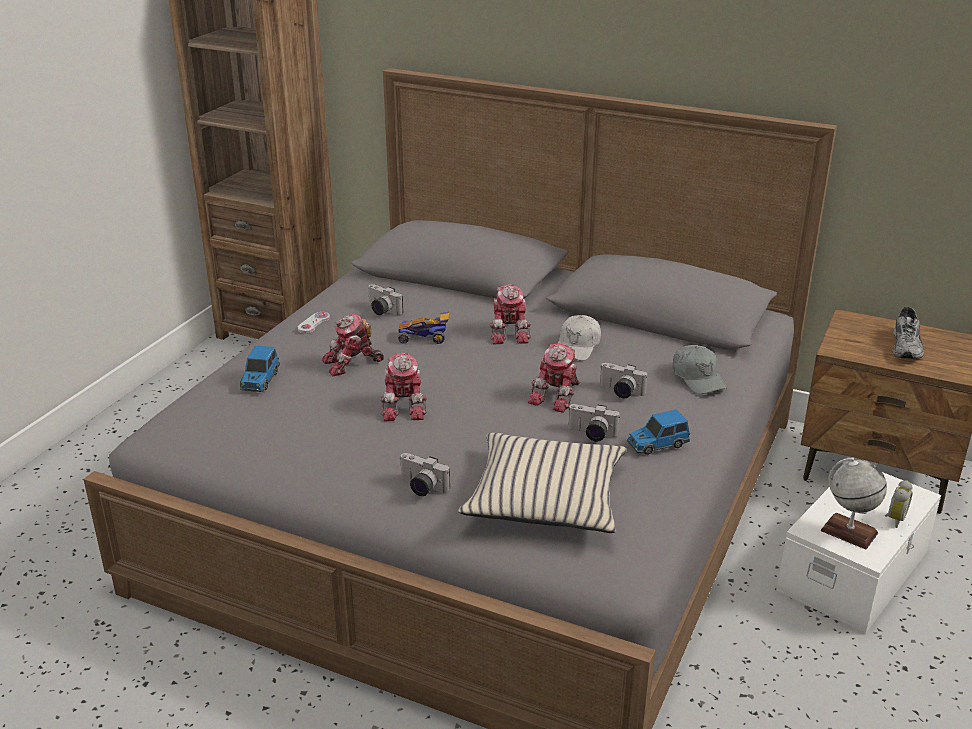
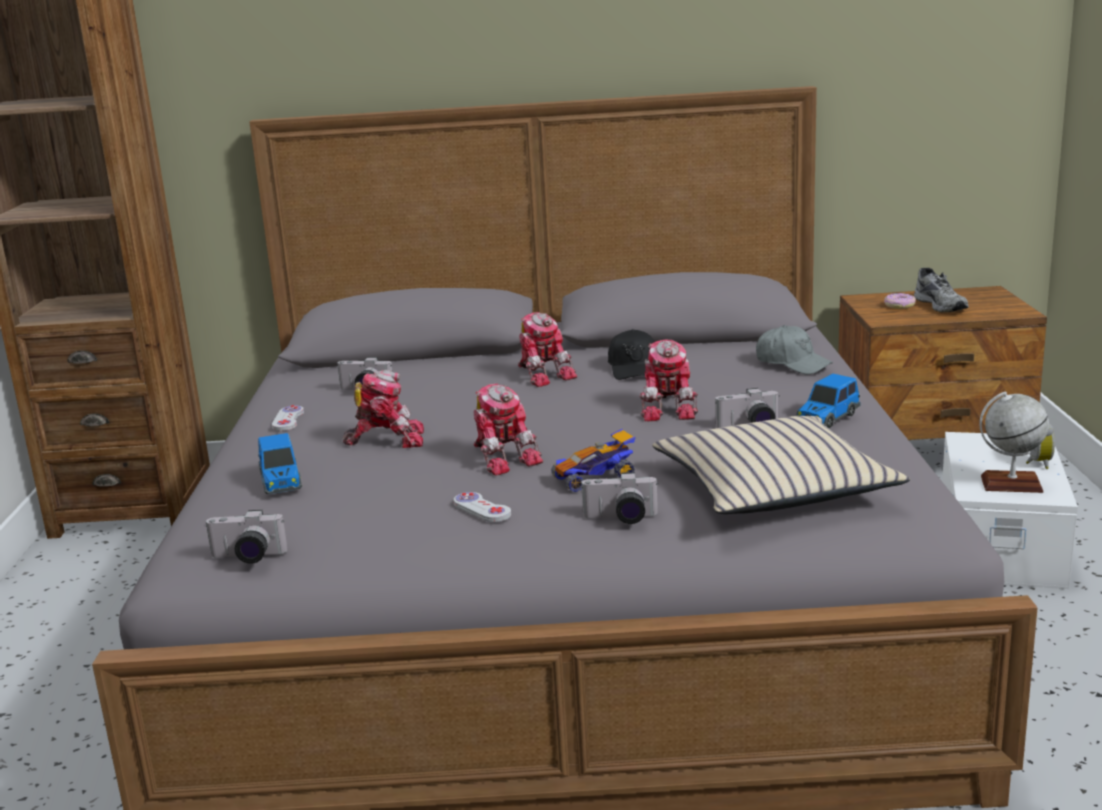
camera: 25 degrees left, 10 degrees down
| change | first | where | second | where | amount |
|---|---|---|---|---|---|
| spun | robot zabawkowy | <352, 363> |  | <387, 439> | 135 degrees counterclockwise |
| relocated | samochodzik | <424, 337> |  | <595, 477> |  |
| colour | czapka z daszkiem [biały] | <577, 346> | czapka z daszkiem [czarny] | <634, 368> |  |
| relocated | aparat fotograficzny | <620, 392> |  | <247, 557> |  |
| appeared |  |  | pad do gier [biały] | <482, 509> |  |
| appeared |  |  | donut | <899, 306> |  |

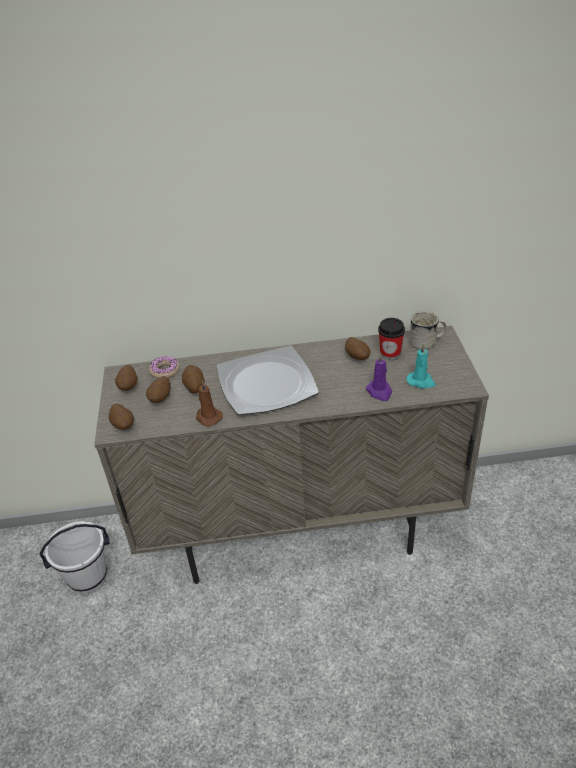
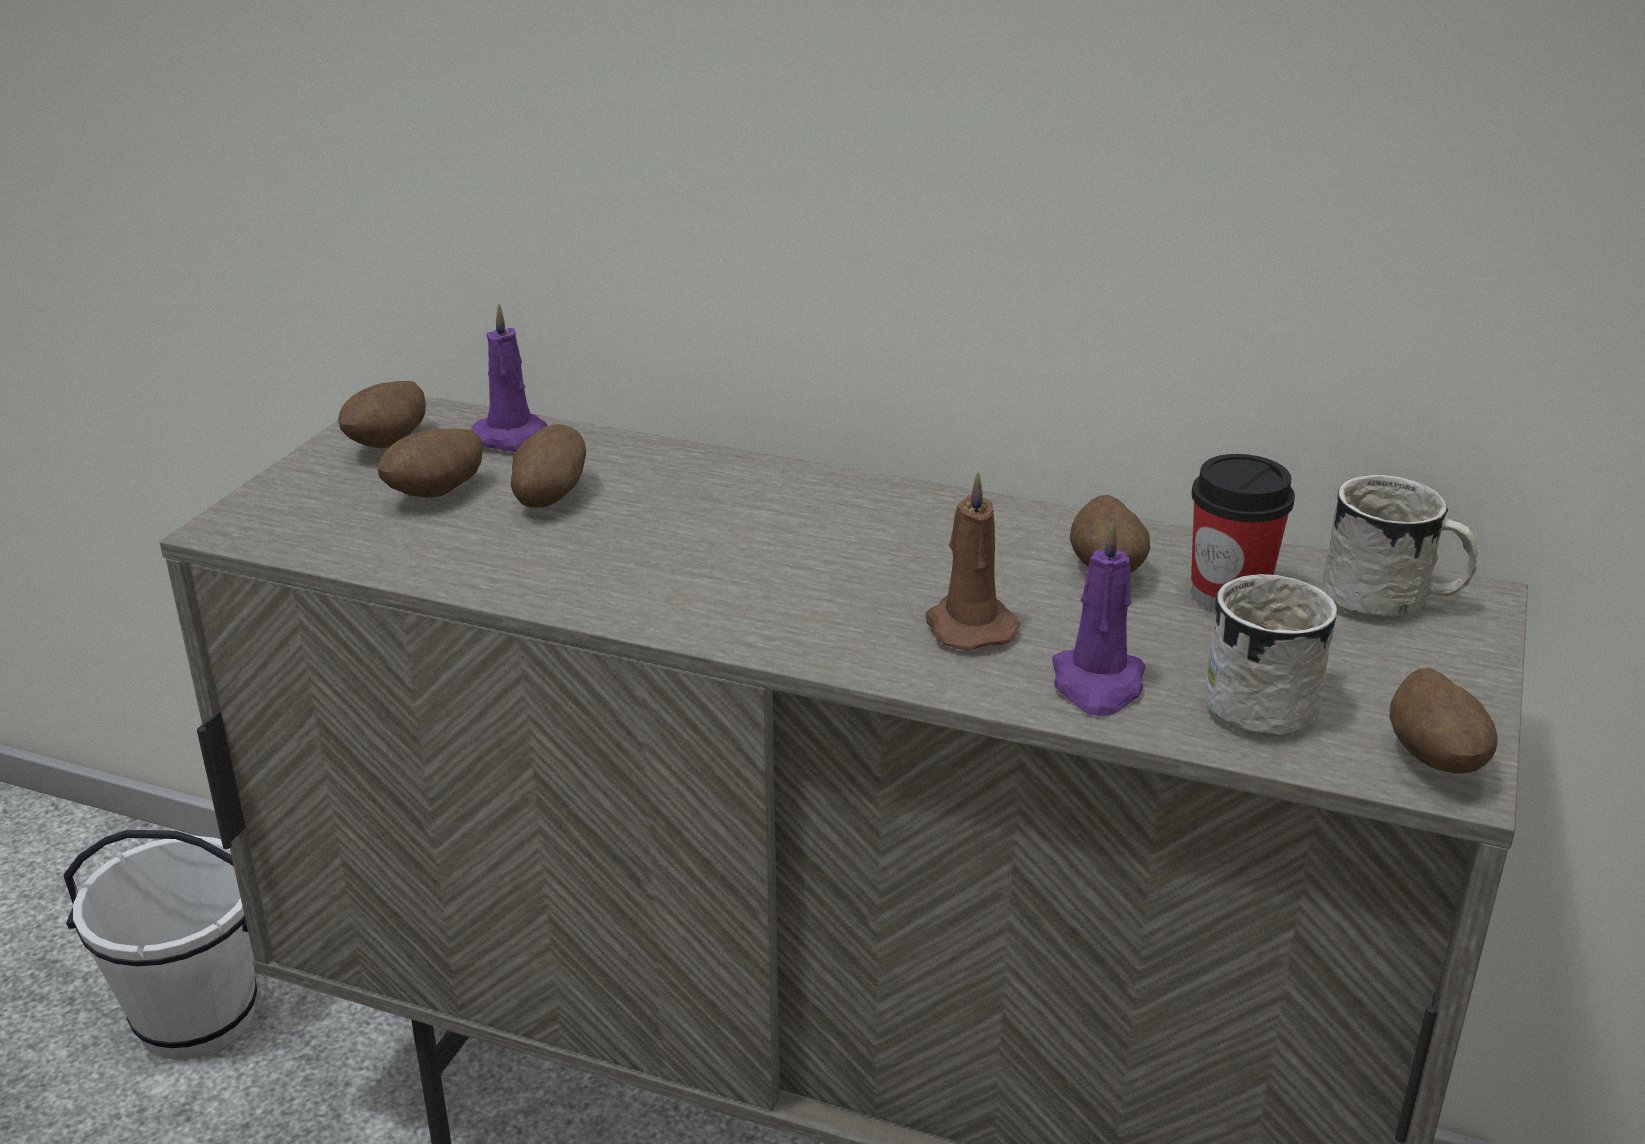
camera: 25 degrees right, 10 degrees down
| change | first | where | second | where | amount |
|---|---|---|---|---|---|
| relocated | ziemniak | <123, 425> |  | <1434, 762> |  |
| exchanged | donut | <165, 371> | świeca [fioletowy] | <515, 439> |  |
| relocated | świeca [brązowy] | <208, 417> |  | <968, 626> |  |
| missing | talerz | <265, 384> |  |  |  |
| exchanged | świeca [turkusowy] | <421, 381> | kubek [biały] | <1275, 703> |  |

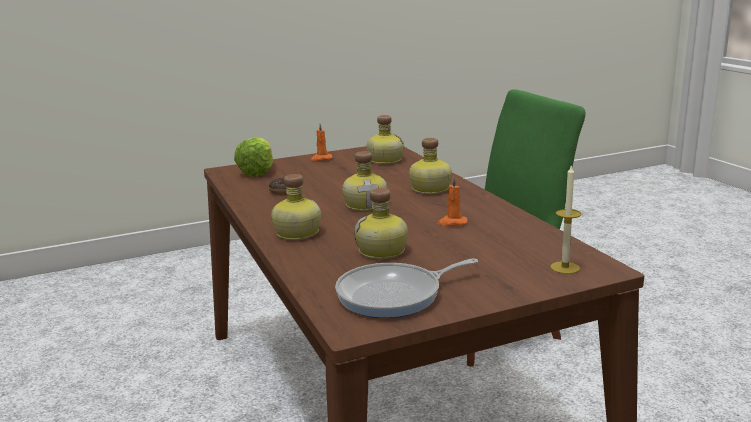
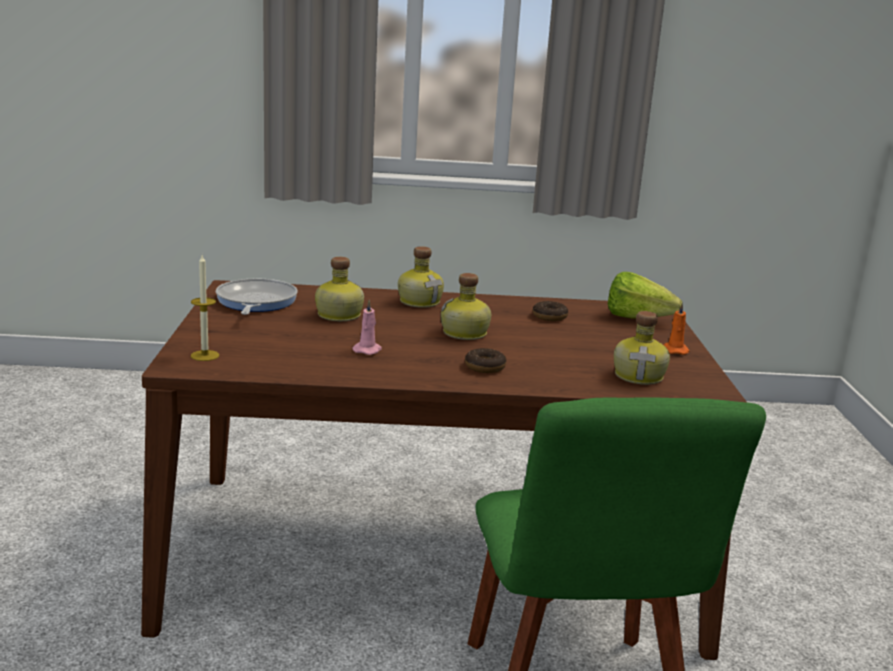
camera: 110 degrees right, 0 degrees up
| change | first | where | second | where | amount |
|---|---|---|---|---|---|
| exchanged | butelka | <429, 189> | donut | <485, 367> |  |
| colour | świeca [pomarańczowy] | <452, 222> | świeca [różowy] | <368, 350> |  |

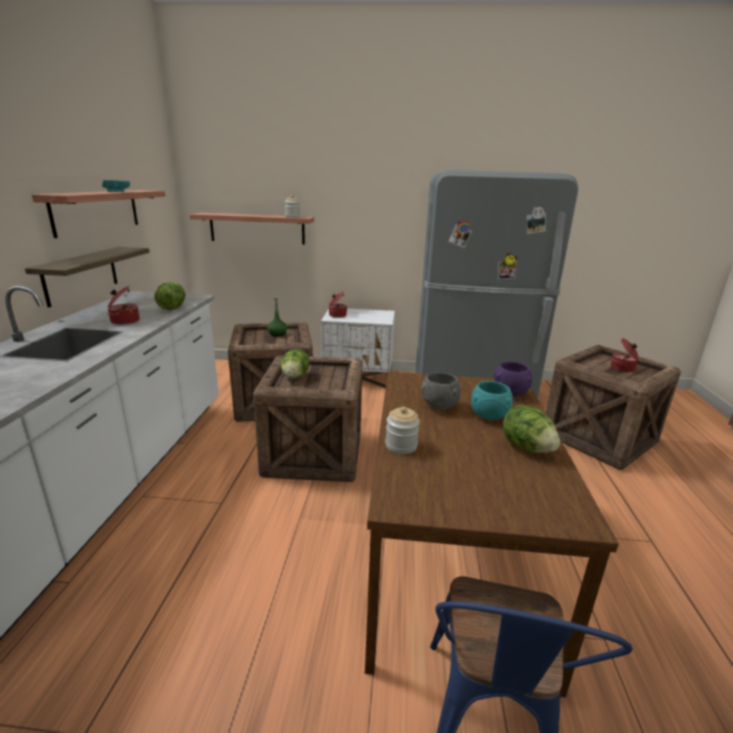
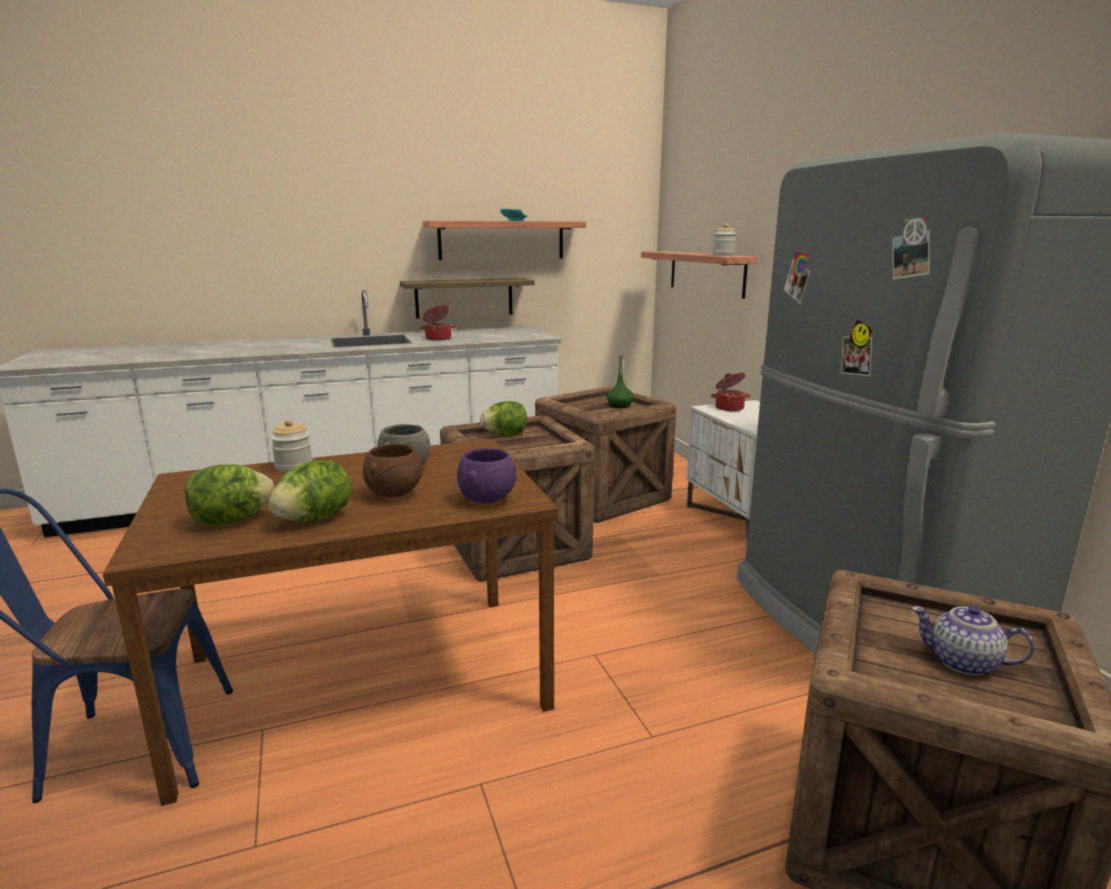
camera: 65 degrees right, 5 degrees down
| change | first | where | second | where | amount |
|---|---|---|---|---|---|
| relocated | sałata | <172, 308> |  | <231, 521> |  |
| colour | miska [turkusowy] | <489, 416> | miska [brązowy] | <395, 494> |  |
| exchanged | garnek | <623, 368> | imbryk | <964, 663> |  |

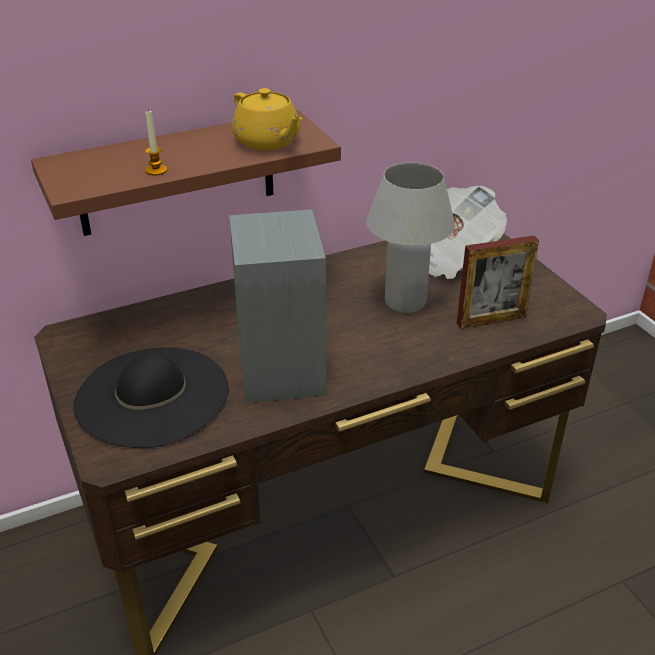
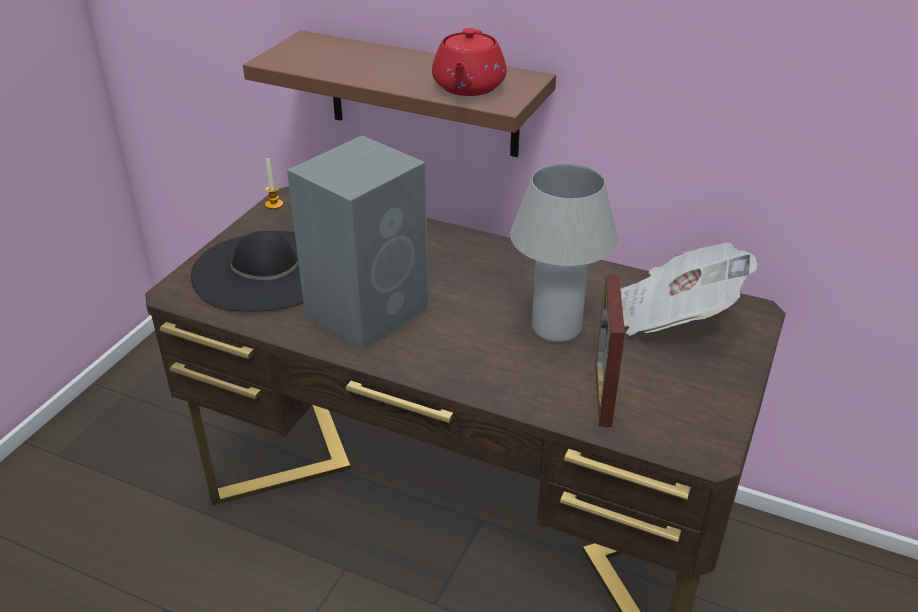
camera: 50 degrees right, 0 degrees up
| change | first | where | second | where | amount |
|---|---|---|---|---|---|
| relocated | świeca | <156, 170> |  | <274, 204> |  |
| colour | imbryk [żółty] | <268, 142> | imbryk [czerwony] | <468, 87> |  |
| spun | ramka na zdjęcie | <491, 320> |  | <603, 395> | 60 degrees clockwise |

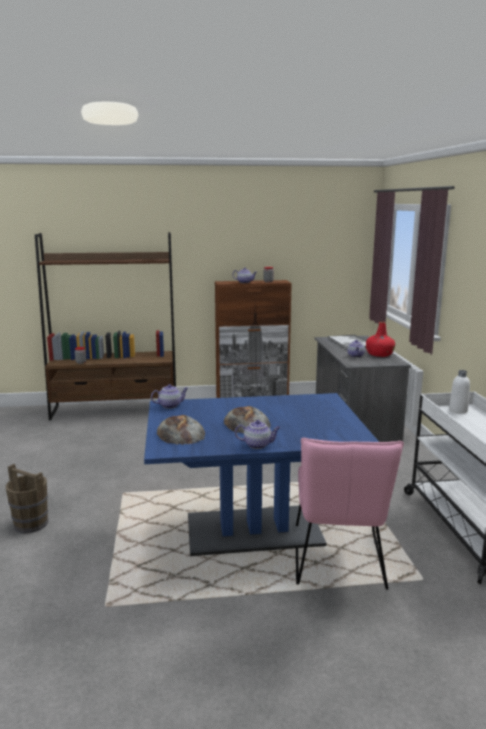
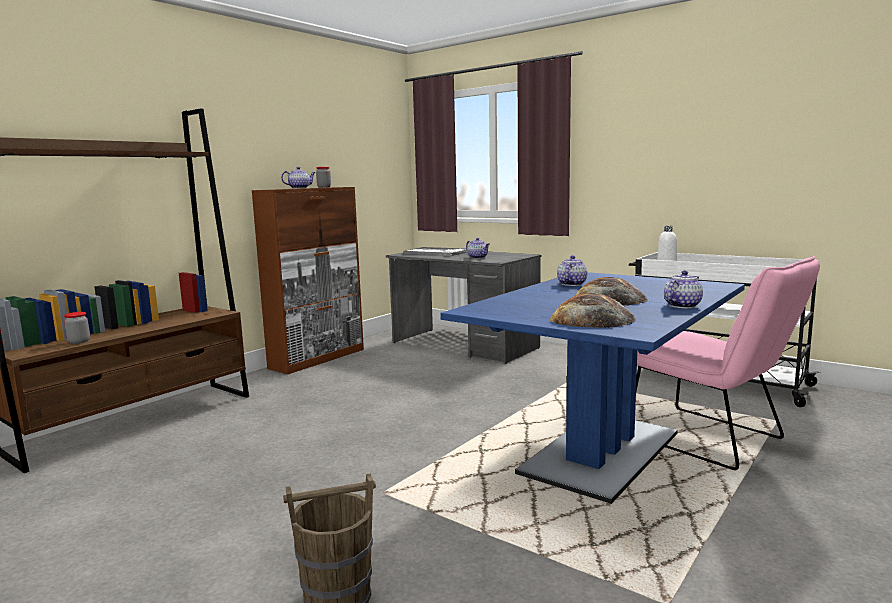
camera: 45 degrees left, 5 degrees down
| change | first | where | second | where | amount |
|---|---|---|---|---|---|
| relocated | imbryk | <170, 405> |  | <571, 284> |  |
| missing | butelka [czerwony] | <379, 354> |  |  |  |

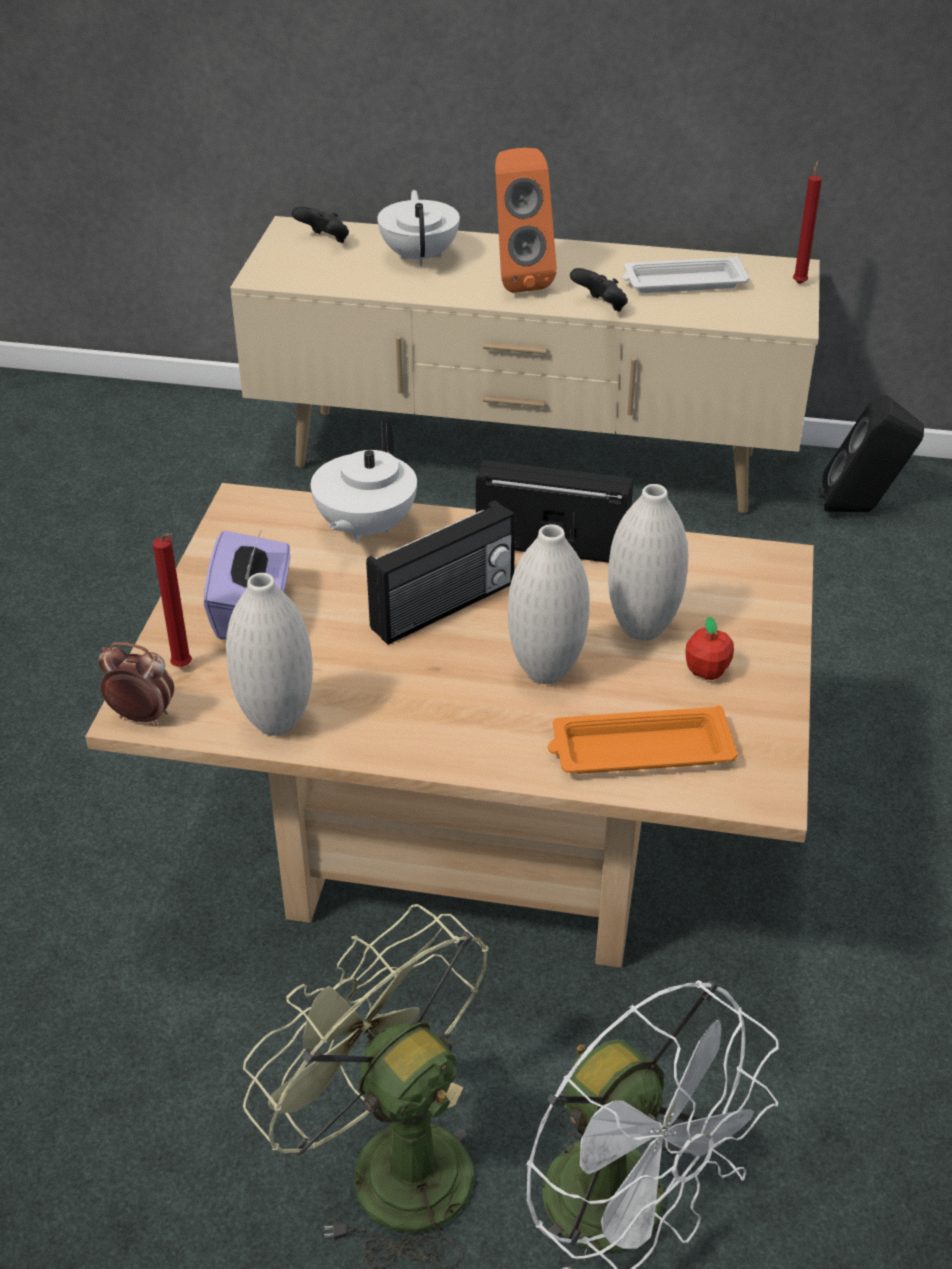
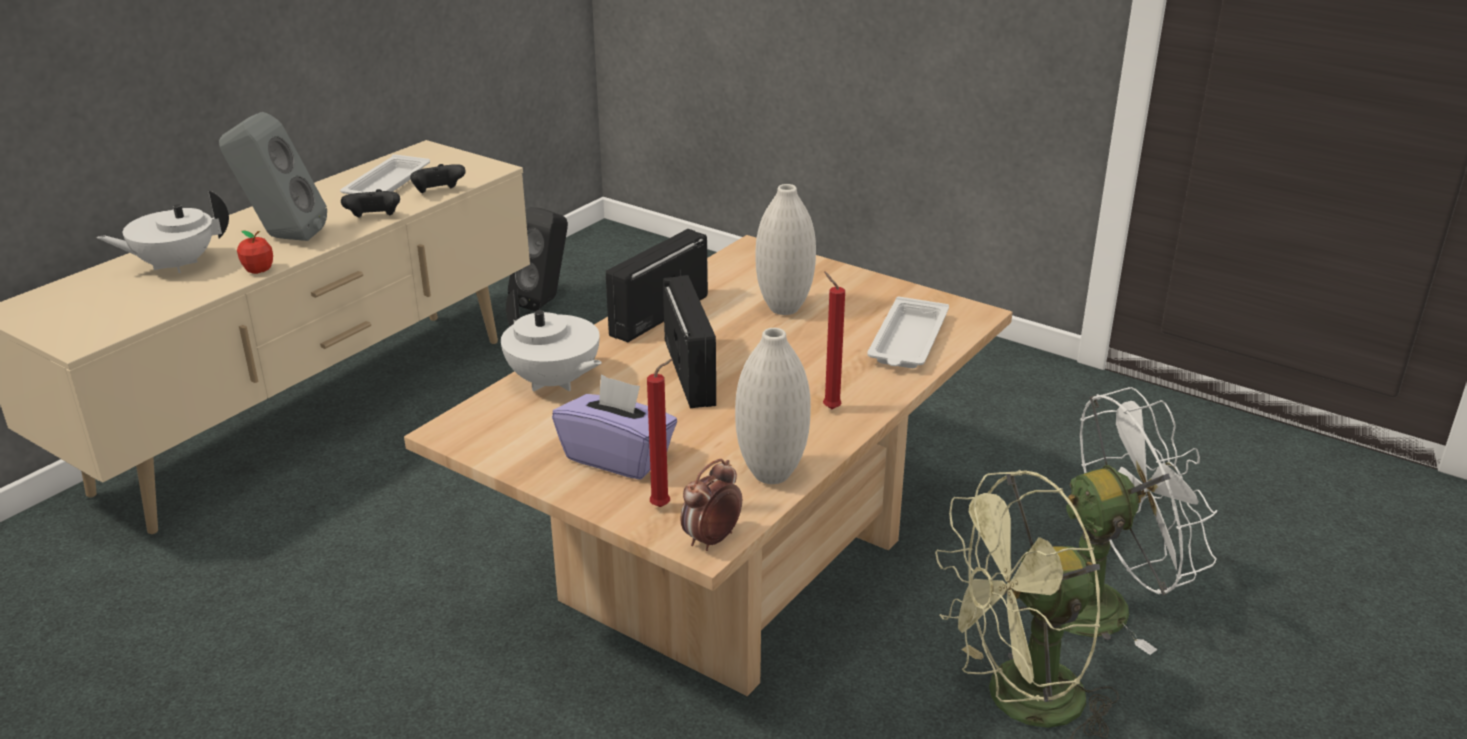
camera: 65 degrees left, 10 degrees down
| change | first | where | second | where | amount |
|---|---|---|---|---|---|
| relocated | pad do gier [czarny] | <324, 241> |  | <438, 193> |  |
| spun | imbryk [biały] | <420, 256> |  | <175, 265> | 45 degrees counterclockwise |
| colour | głośnik [pomarańczowy] | <517, 279> | głośnik [szary] | <281, 237> |  |
| missing | wazon [biały] | <546, 672> |  |  |  |
| colour | taca [pomarańczowy] | <638, 751> | taca [biały] | <907, 342> |  |
| relocated | jabłko | <706, 671> |  | <258, 270> |  |
| relocated | świeca [czerwony] | <800, 282> |  | <829, 408> |  |

